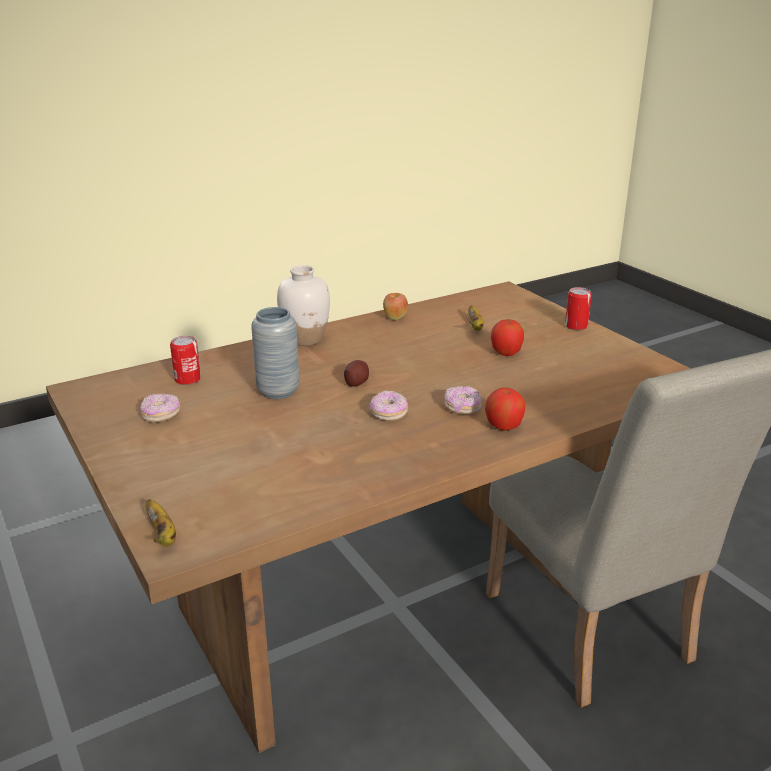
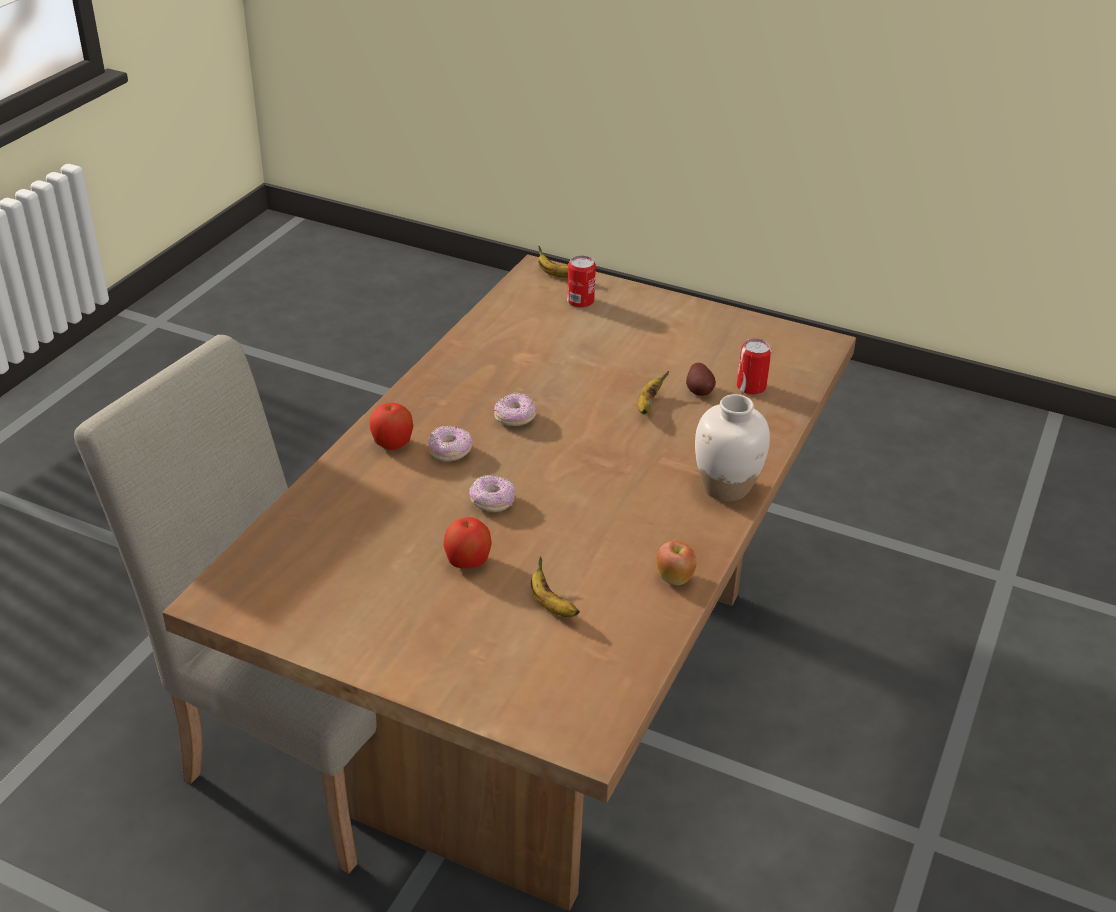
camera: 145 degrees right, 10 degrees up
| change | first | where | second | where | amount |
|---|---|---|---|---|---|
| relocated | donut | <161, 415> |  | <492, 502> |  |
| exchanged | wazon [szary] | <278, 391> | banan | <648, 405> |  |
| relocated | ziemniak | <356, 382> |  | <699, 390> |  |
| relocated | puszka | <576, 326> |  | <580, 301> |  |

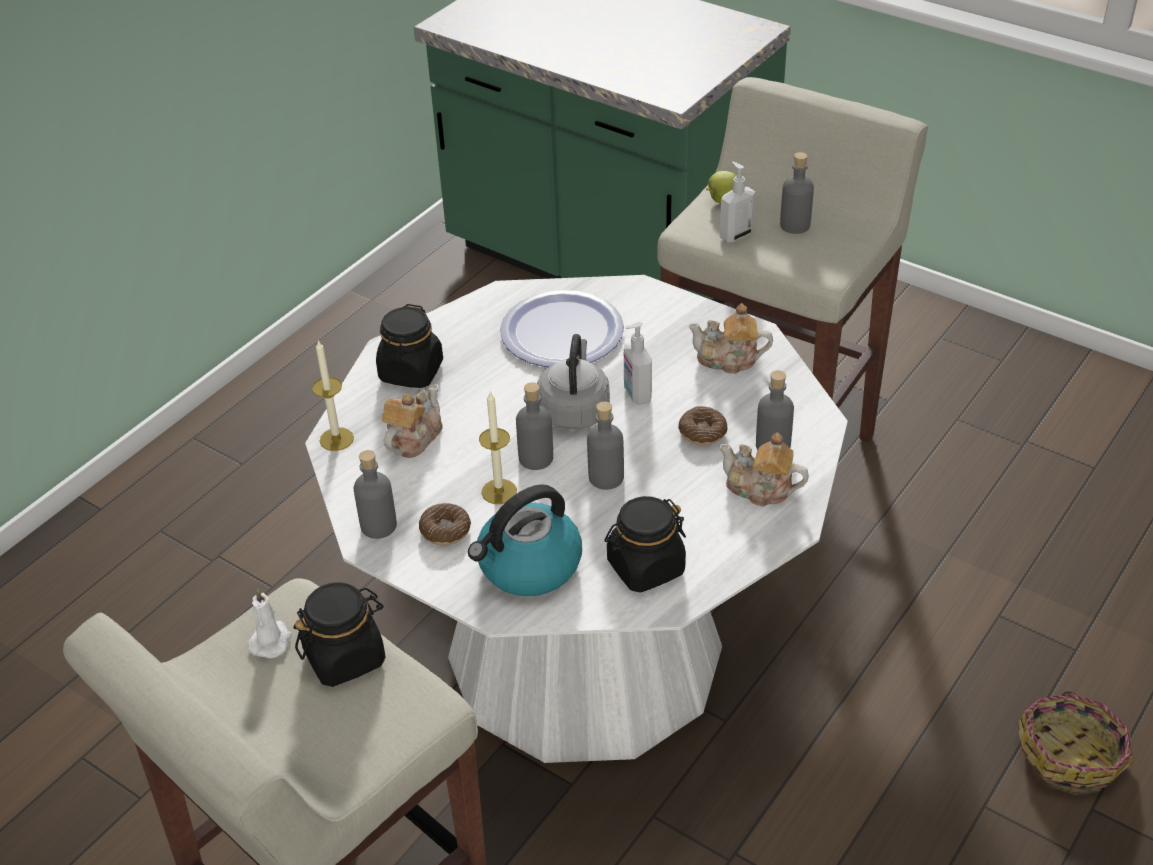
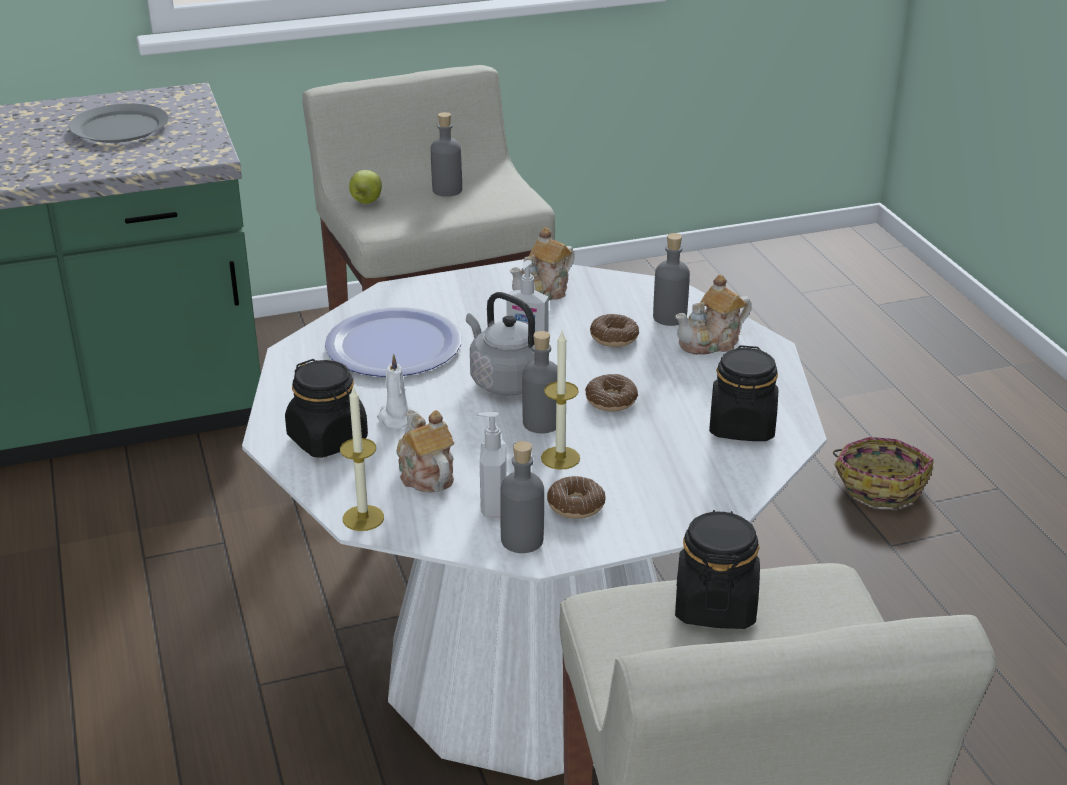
camera: 55 degrees left, 10 degrees down
| change | first | where | second | where | amount |
|---|---|---|---|---|---|
| relocated | świeca [biały] | <271, 640> |  | <396, 418> |  |
| missing | czajnik | <528, 567> |  |  |  |
| exchanged | butelka [szary] | <606, 477> | donut | <611, 400> |  |
| relocated | dozownik mydła | <735, 235> |  | <492, 506> |  |
| appeared |  |  | talerz [szary] | <120, 128> |  |

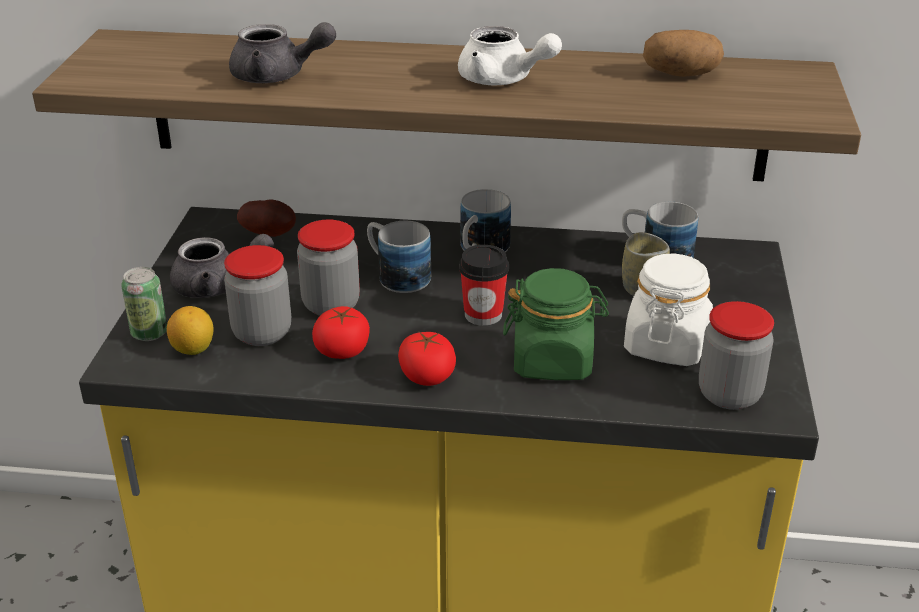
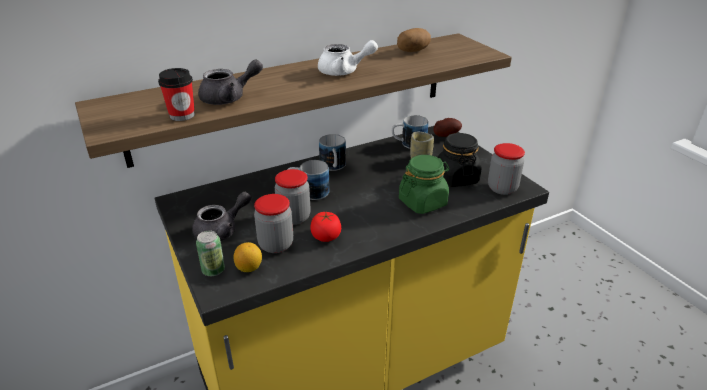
camera: 35 degrees left, 0 degrees up
| change | first | where | second | where | amount |
|---|---|---|---|---|---|
| relocated | ziemniak | <271, 234> |  | <445, 136> |  |
| missing | pomidor | <427, 375> |  |  |  |
| relocated | filiżanka | <483, 315> |  | <182, 115> |  |
| colour | słoik [biały] | <666, 344> | słoik [czarny] | <456, 178> |  |

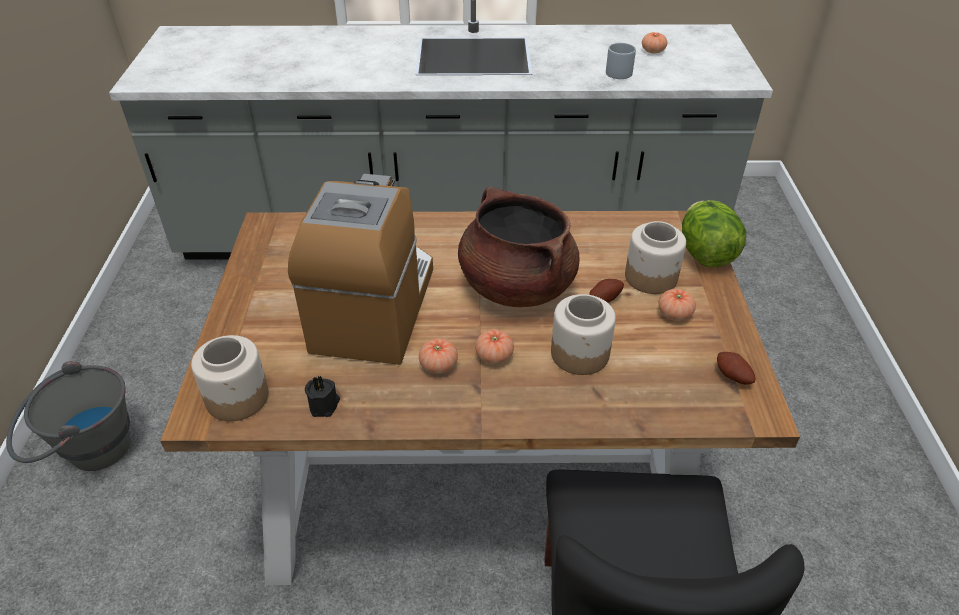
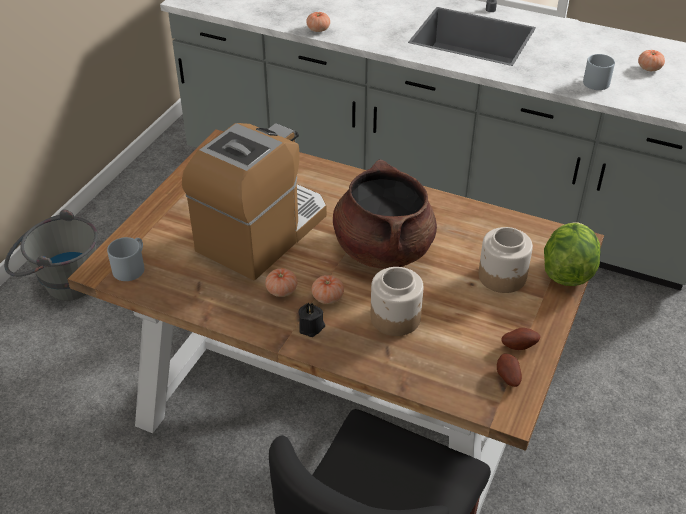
camera: 25 degrees right, 0 degrees up
| change | first | where | second | where | amount |
|---|---|---|---|---|---|
| exchanged | słoik | <238, 397> | kubek [szary] | <131, 266> |  |
| relocated | świeca [czarny] | <325, 405> |  | <312, 327> |  |
| relocated | ziemniak | <604, 298> |  | <519, 345> |  |
| relocated | pomidor | <674, 314> |  | <318, 29> |  |

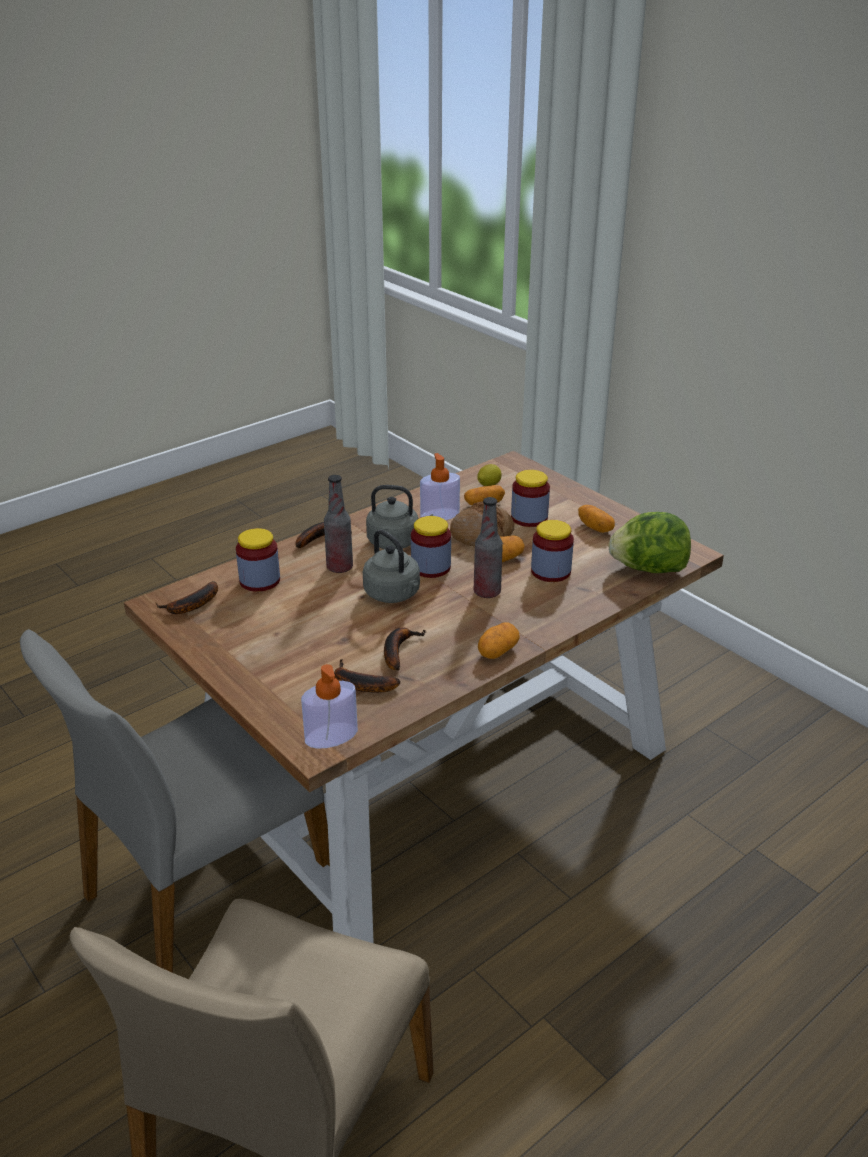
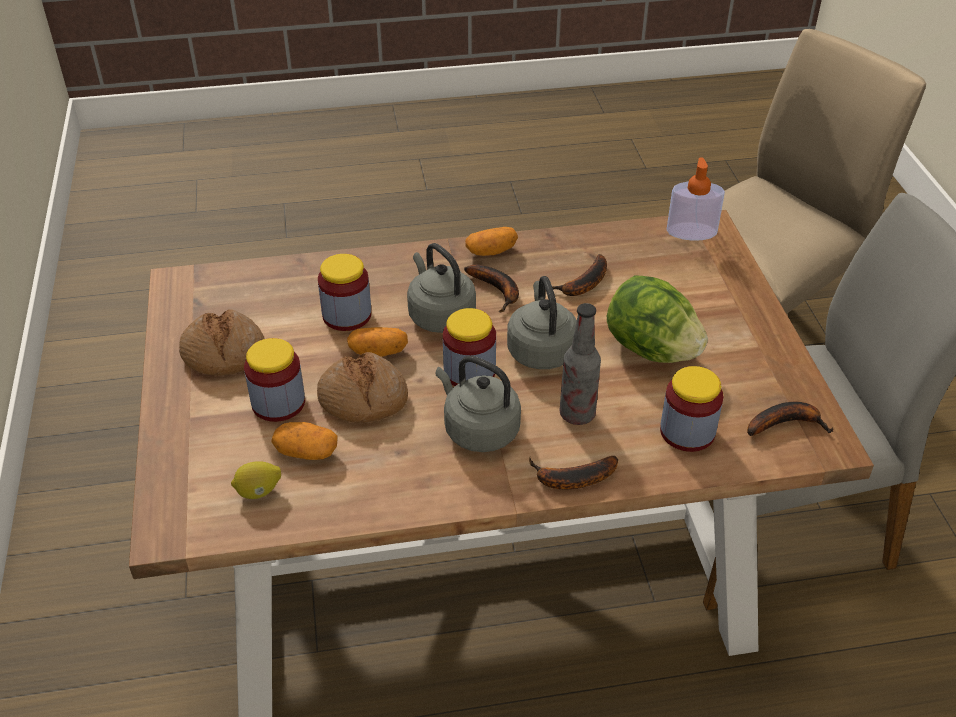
camera: 150 degrees left, 10 degrees up
| change | first | where | second | where | amount |
|---|---|---|---|---|---|
| relocated | banan | <359, 684> |  | <498, 291> |  |
| missing | dozownik mydła | <439, 515> |  |  |  |
| exchanged | butelka | <487, 592> | czajnik [szary] | <439, 315> |  |
| exchanged | ziemniak | <595, 528> | chleb | <224, 354> |  |
| relocated | sałata | <648, 569> |  | <651, 350> |  |

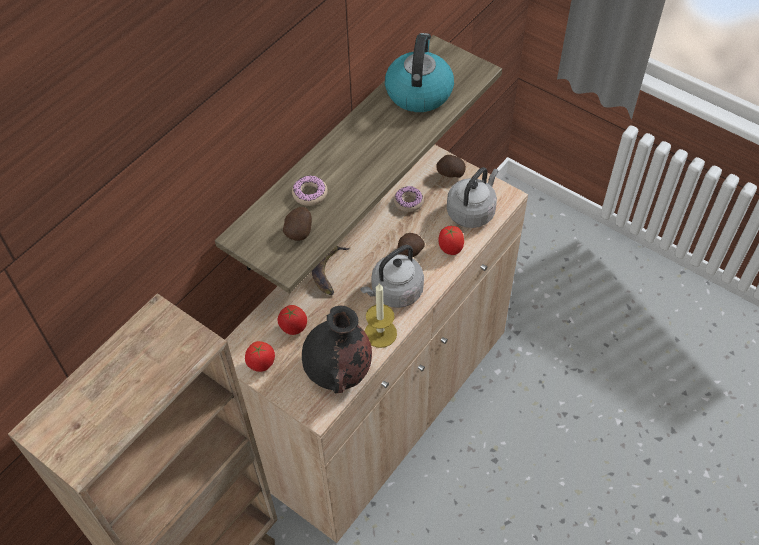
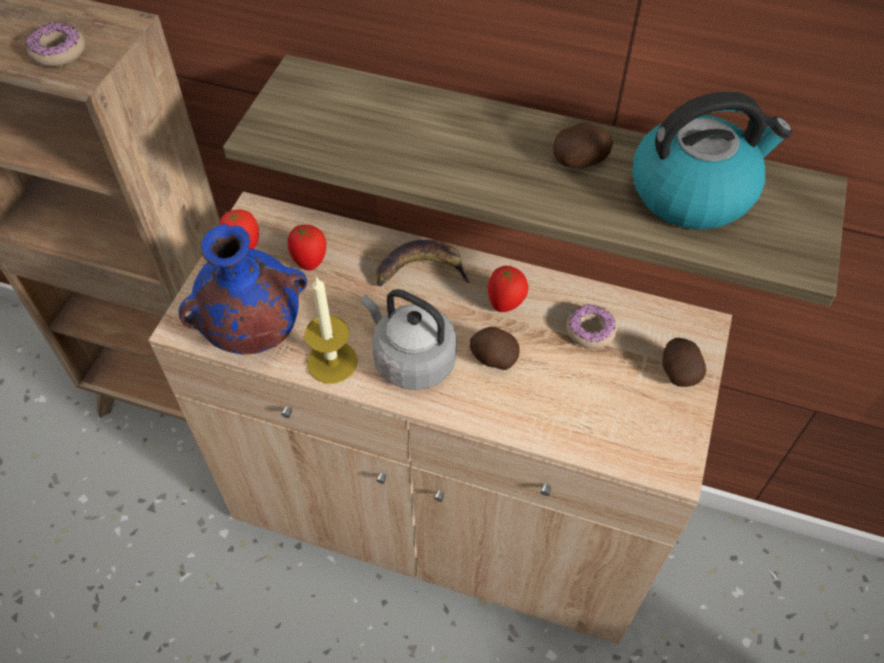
camera: 70 degrees right, 0 degrees up
| change | first | where | second | where | amount |
|---|---|---|---|---|---|
| relocated | ziemniak | <299, 231> |  | <580, 161> |  |
| relocated | donut | <310, 194> |  | <58, 52> |  |
| colour | wazon [czarny] | <339, 372> | wazon [niebieski] | <252, 331> |  |
| relocated | pomidor | <450, 249> |  | <506, 303> |  |
| missing | czajnik [szary] | <472, 211> |  |  |  |

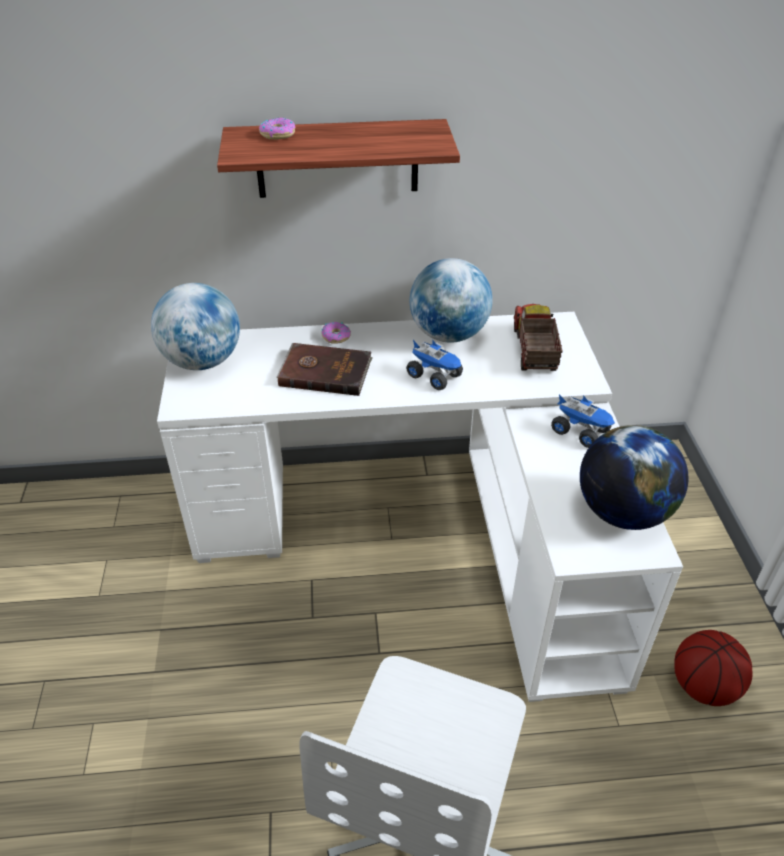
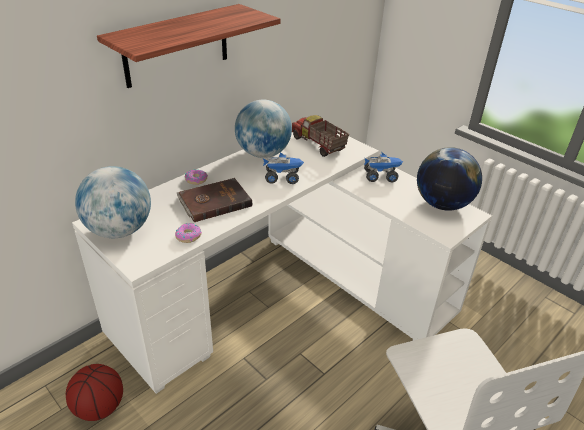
camera: 40 degrees left, 5 degrees down
| change | first | where | second | where | amount |
|---|---|---|---|---|---|
| relocated | donut | <278, 134> |  | <188, 236> |  |
| relocated | piłka do koszykówki | <704, 686> |  | <100, 407> |  |

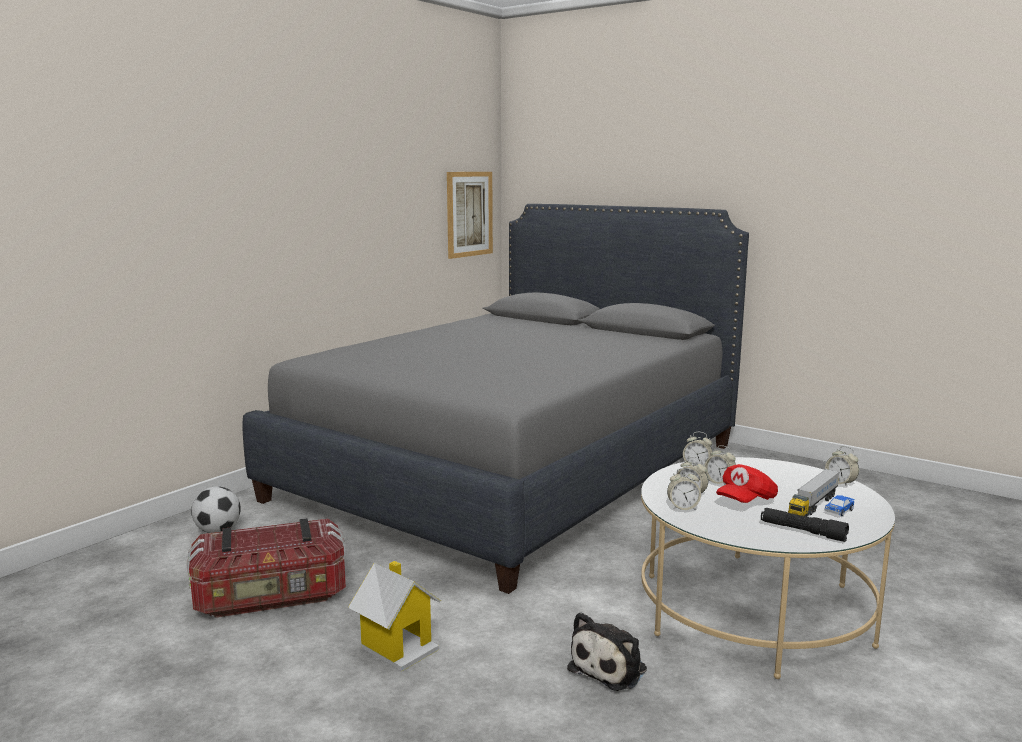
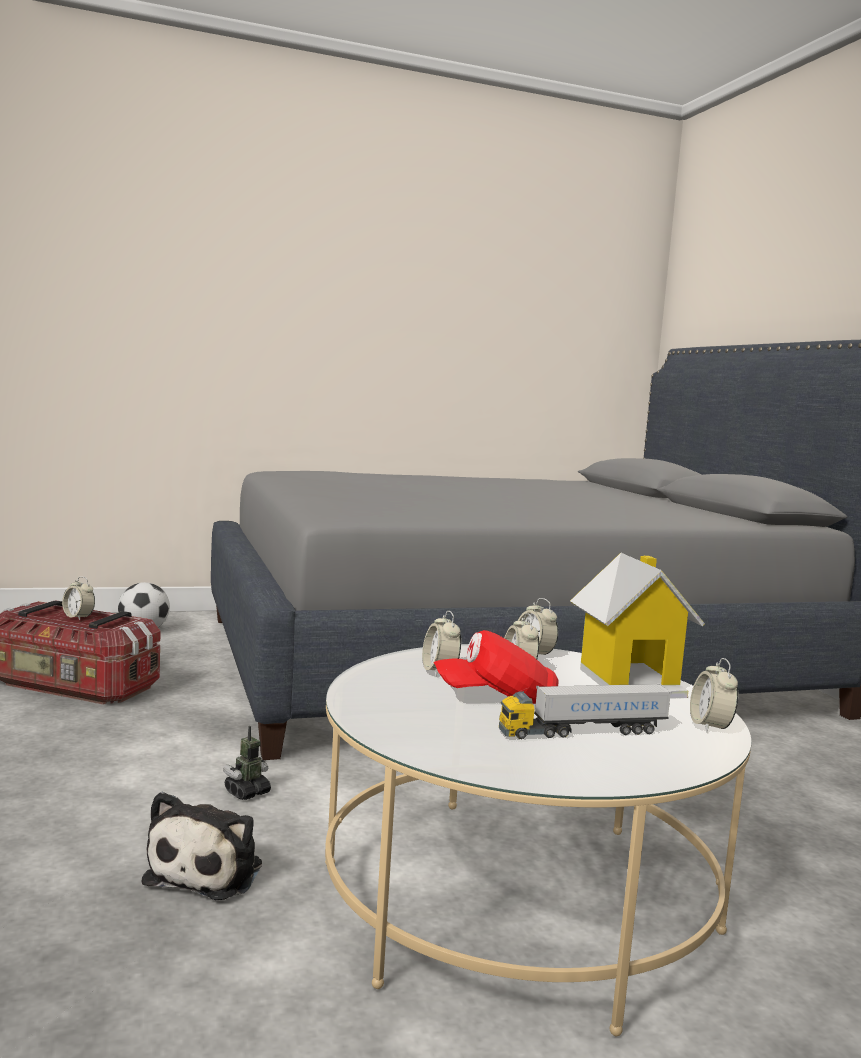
camera: 35 degrees right, 5 degrees down
| change | first | where | second | where | amount |
|---|---|---|---|---|---|
| relocated | domek | <398, 647> |  | <630, 681> |  |
| missing | obraz | <469, 214> |  |  |  |
| spun | pluszak | <611, 668> |  | <209, 871> | 60 degrees counterclockwise |
| relocated | budzik | <683, 508> |  | <78, 617> |  |
| missing | latarka [czarny] | <802, 531> |  |  |  |
| missing | samochodzik | <839, 511> |  |  |  |
| appeared |  |  | robot zabawkowy | <247, 792> |  |

